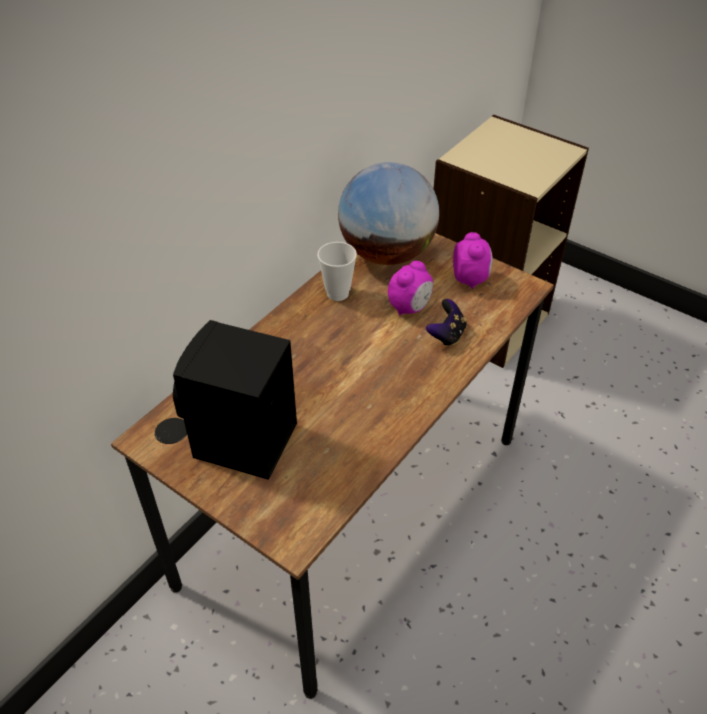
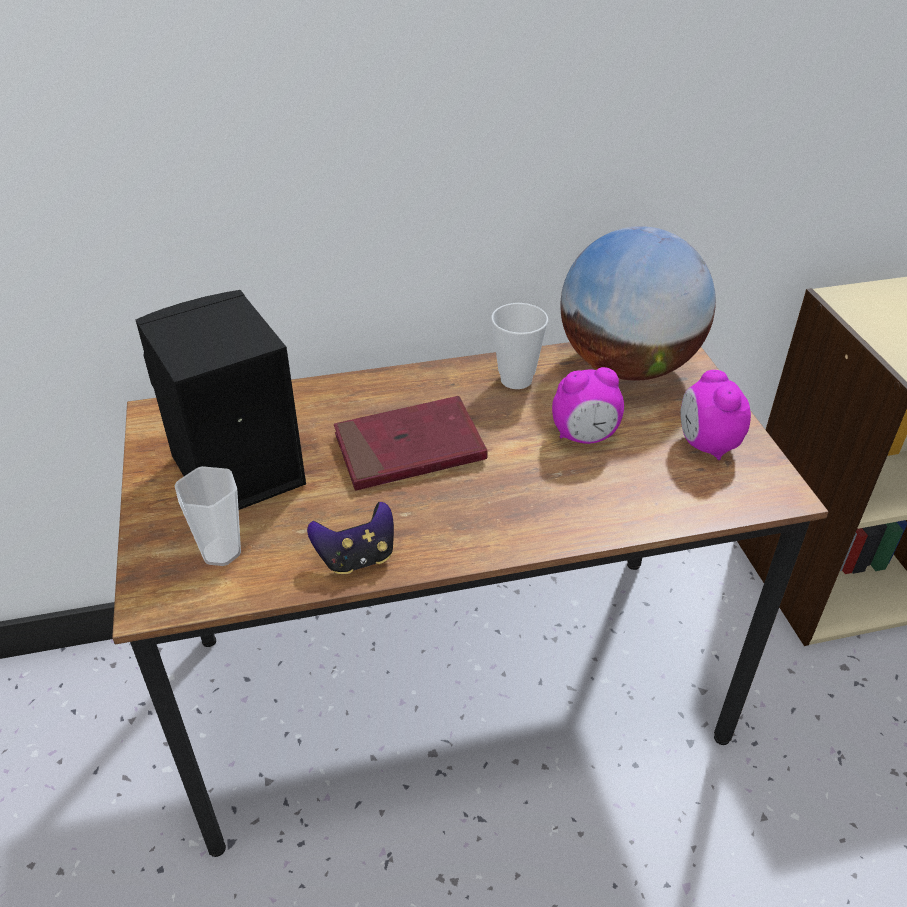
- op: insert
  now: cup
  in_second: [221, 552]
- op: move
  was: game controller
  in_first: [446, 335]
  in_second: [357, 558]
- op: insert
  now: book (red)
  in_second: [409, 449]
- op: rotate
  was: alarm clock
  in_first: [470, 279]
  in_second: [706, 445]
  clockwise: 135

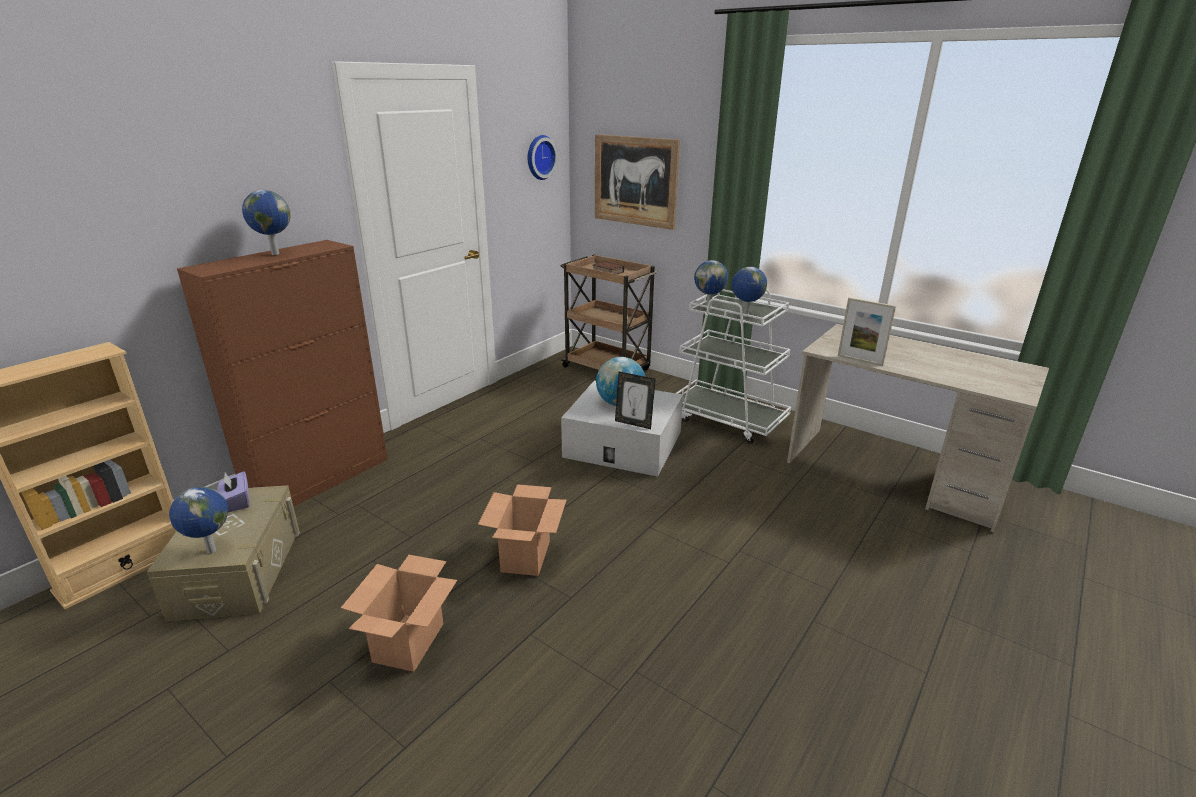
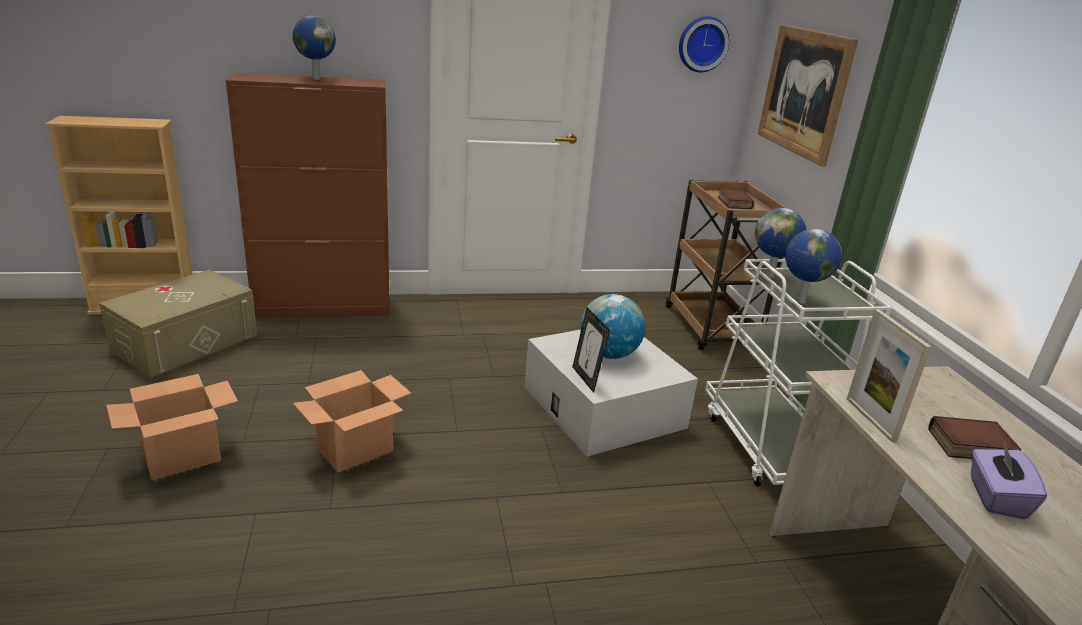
- op: insert
  now: book
  in_second: [970, 447]
- op: move
  was: tissue box (purple)
  in_first: [236, 502]
  in_second: [995, 497]
- op: delete
  was: globe
  in_first: [210, 551]

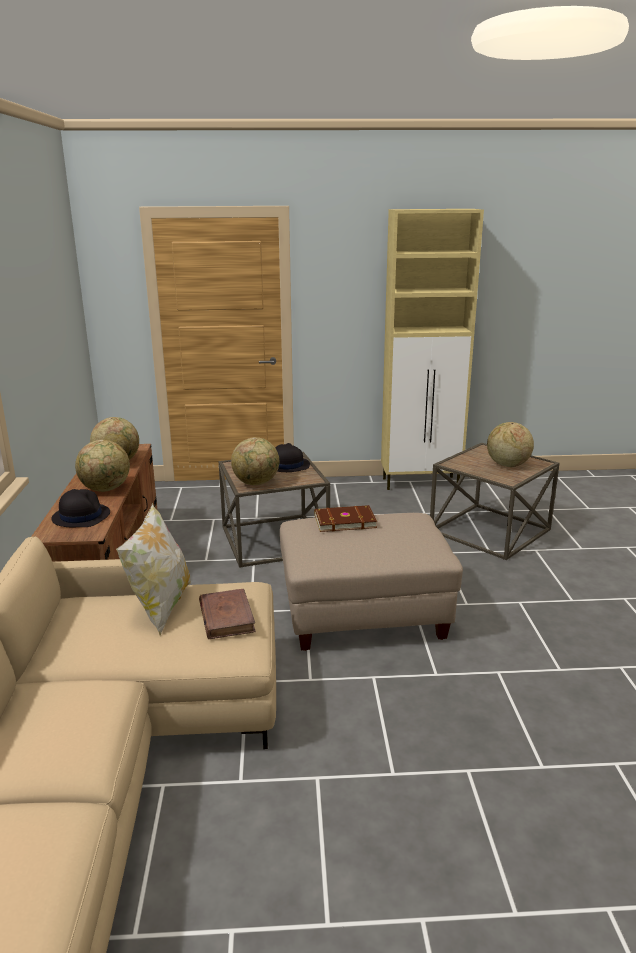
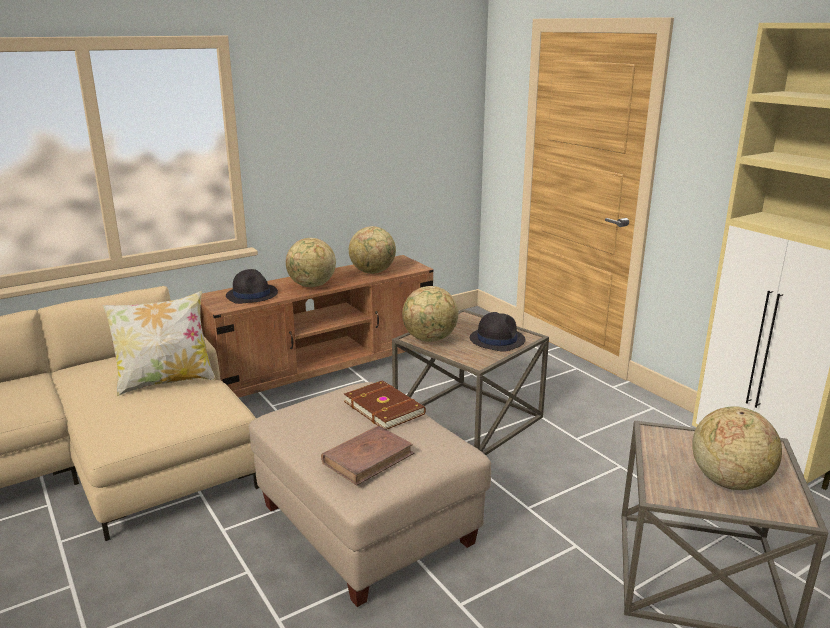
- op: move
  was: book (brown)
  in_first: [226, 617]
  in_second: [368, 458]

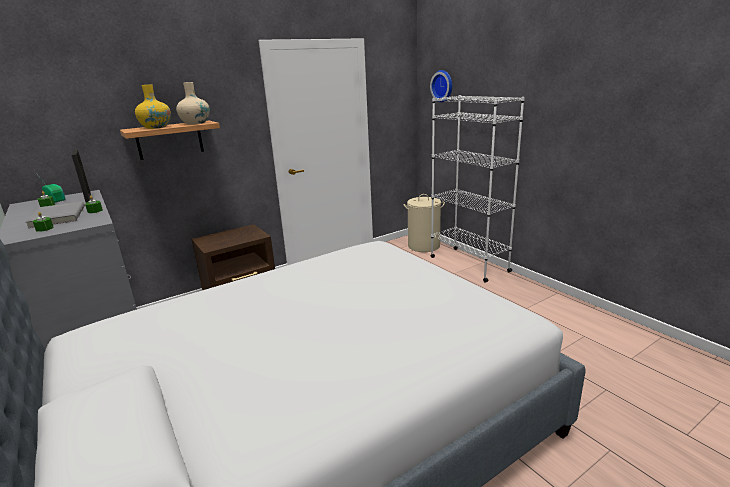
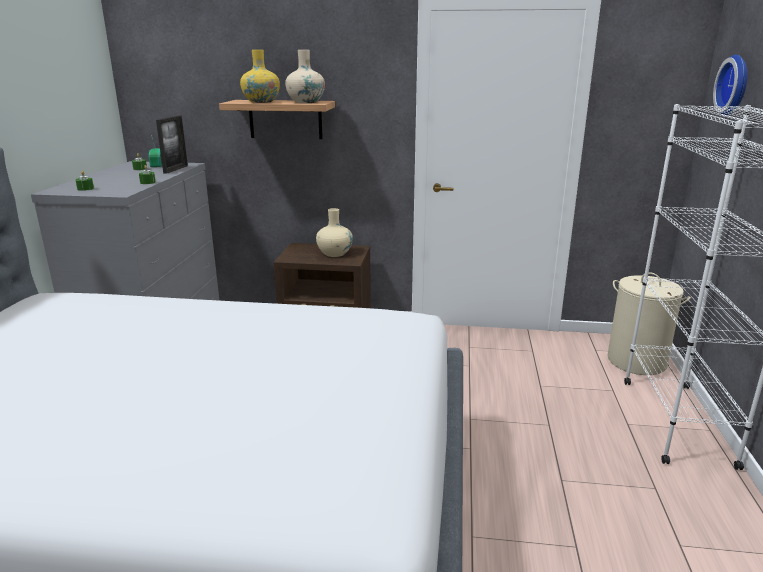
- op: insert
  now: vase (beige)
  in_second: [334, 253]
- op: delete
  was: book (grey)
  in_first: [56, 217]

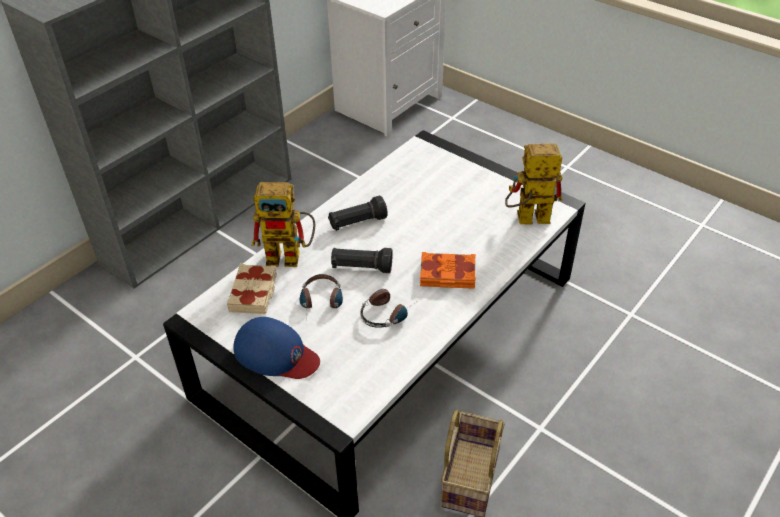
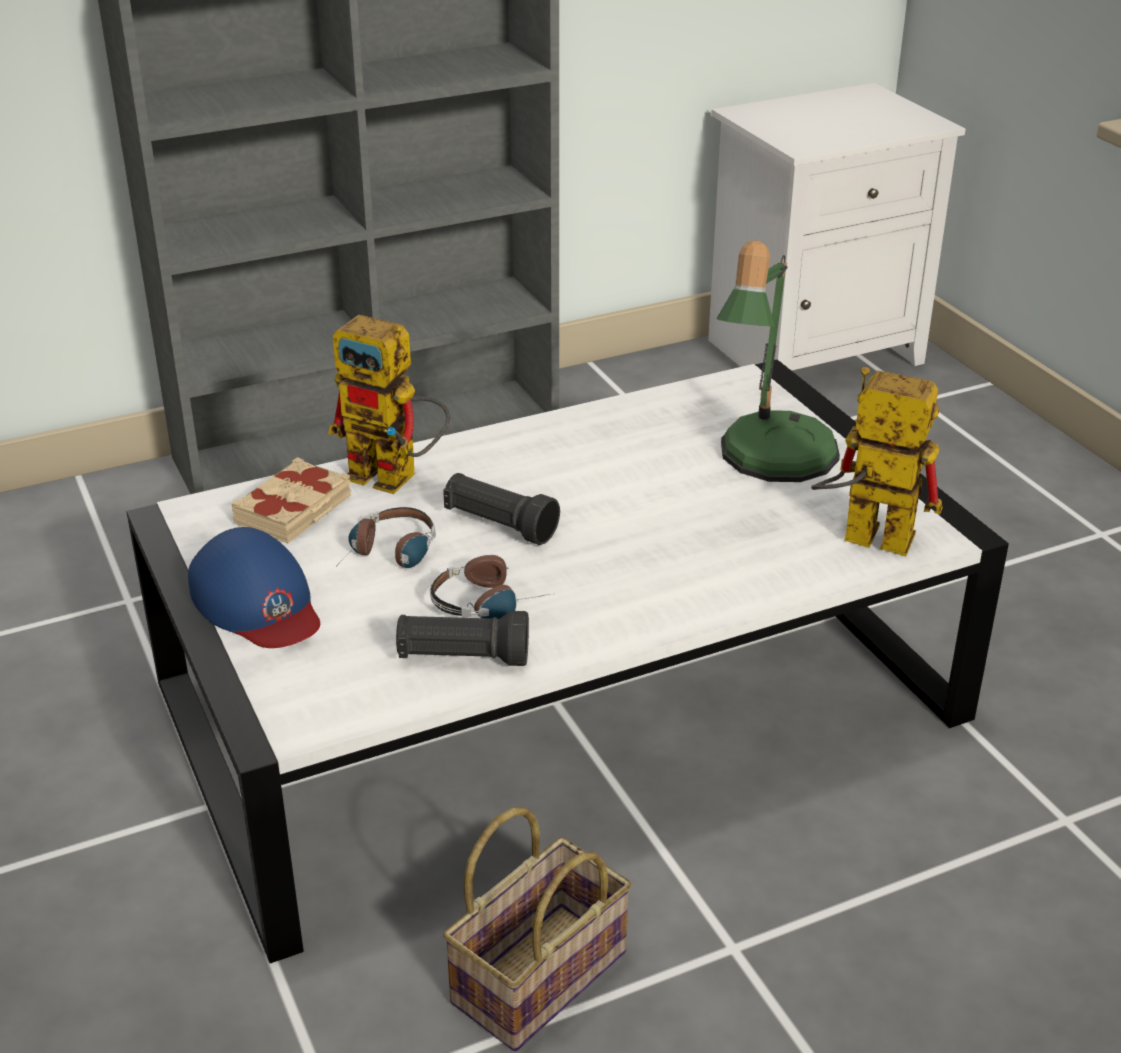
- op: move
  was: flashlight (black)
  in_first: [357, 222]
  in_second: [462, 658]
- op: insert
  now: table lamp
  in_second: [770, 462]
- op: delete
  was: book (orange)
  in_first: [447, 275]

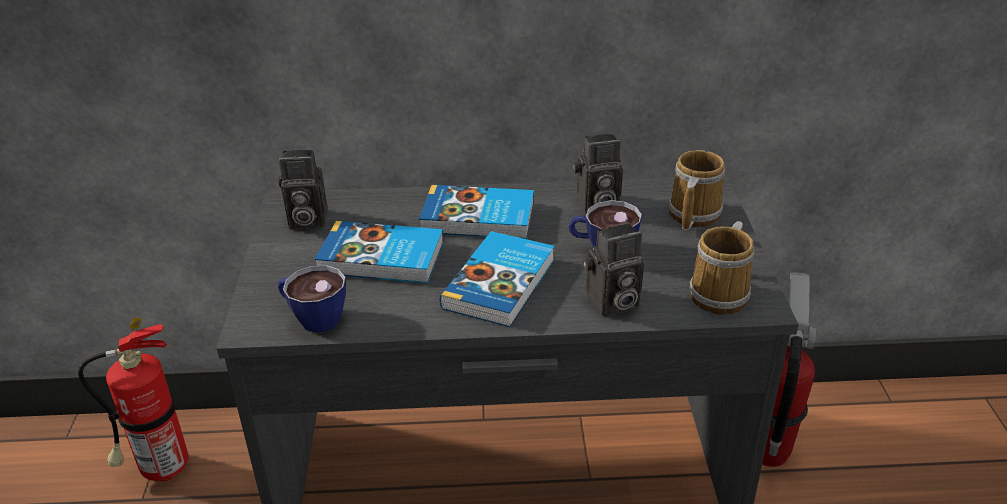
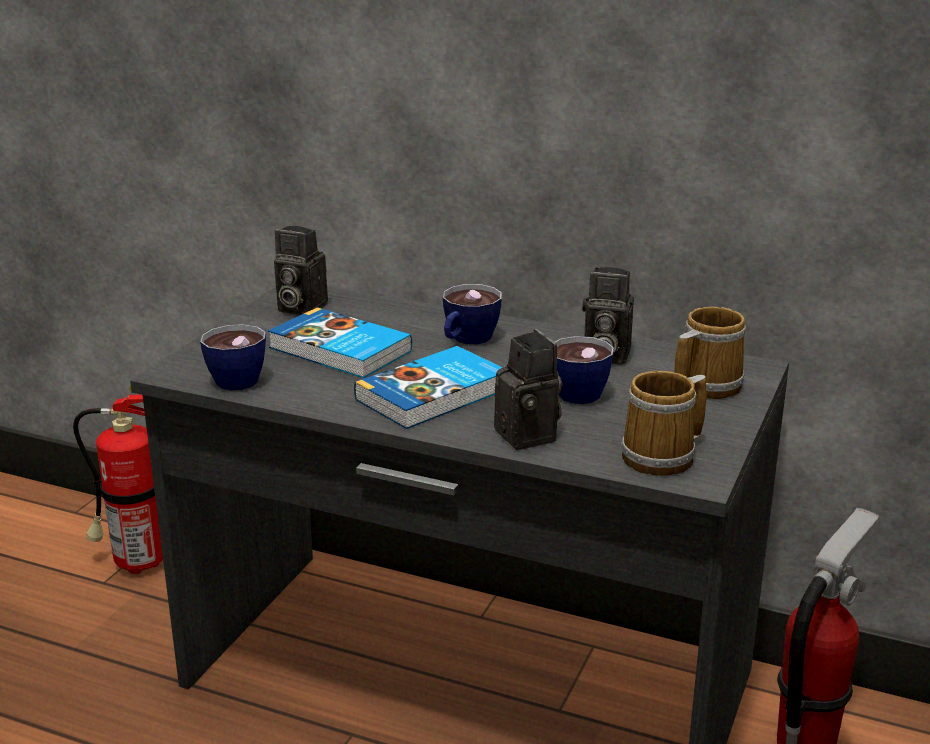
- op: replace
  was: book
  now: cup
  in_first: [478, 218]
  in_second: [466, 340]
- op: rotate
  was: photo camera
  in_first: [611, 304]
  in_second: [530, 436]
  clockwise: -120

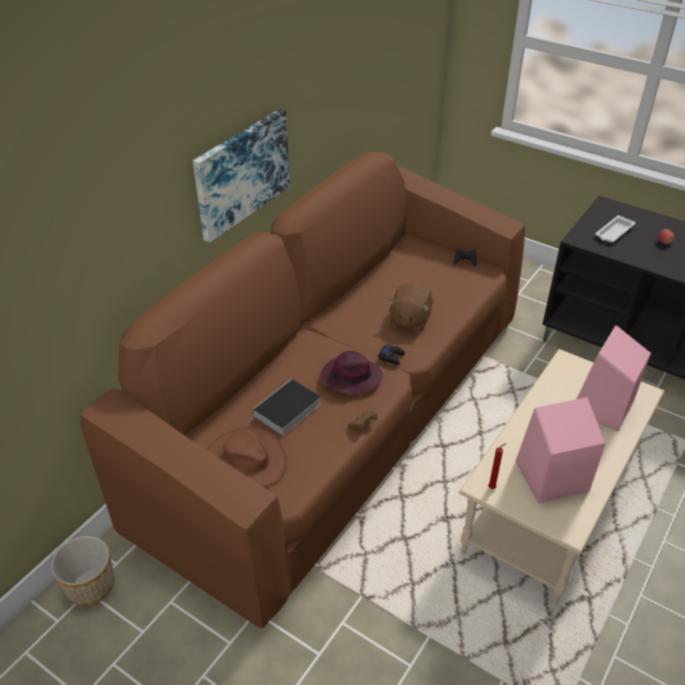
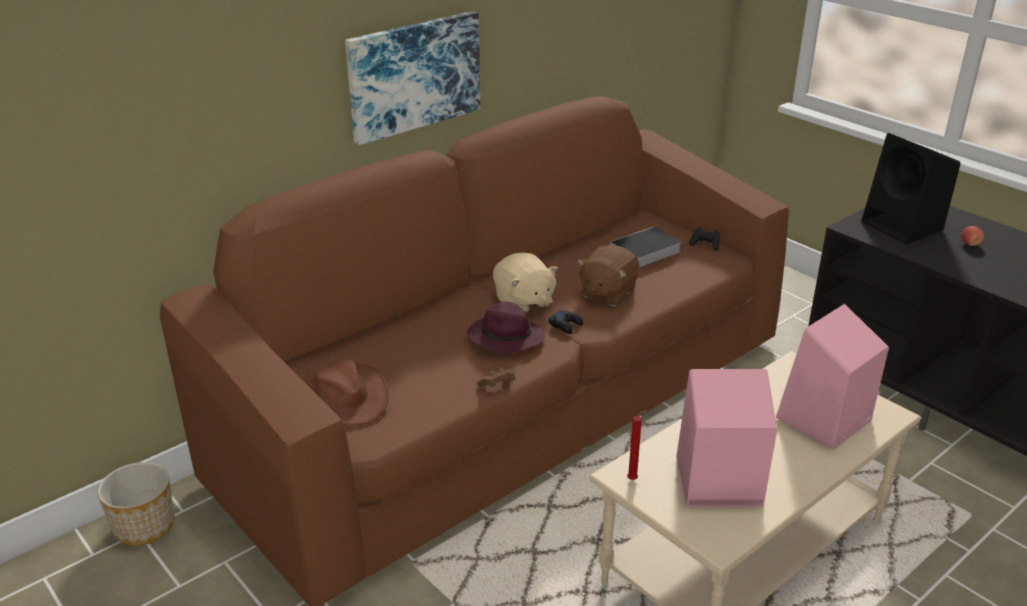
- op: insert
  now: plush toy (beige)
  in_second: [523, 301]
- op: move
  was: book
  in_first: [286, 411]
  in_second: [644, 252]
- op: replace
  was: tray (white)
  now: speaker (black)
  in_first: [613, 232]
  in_second: [904, 226]

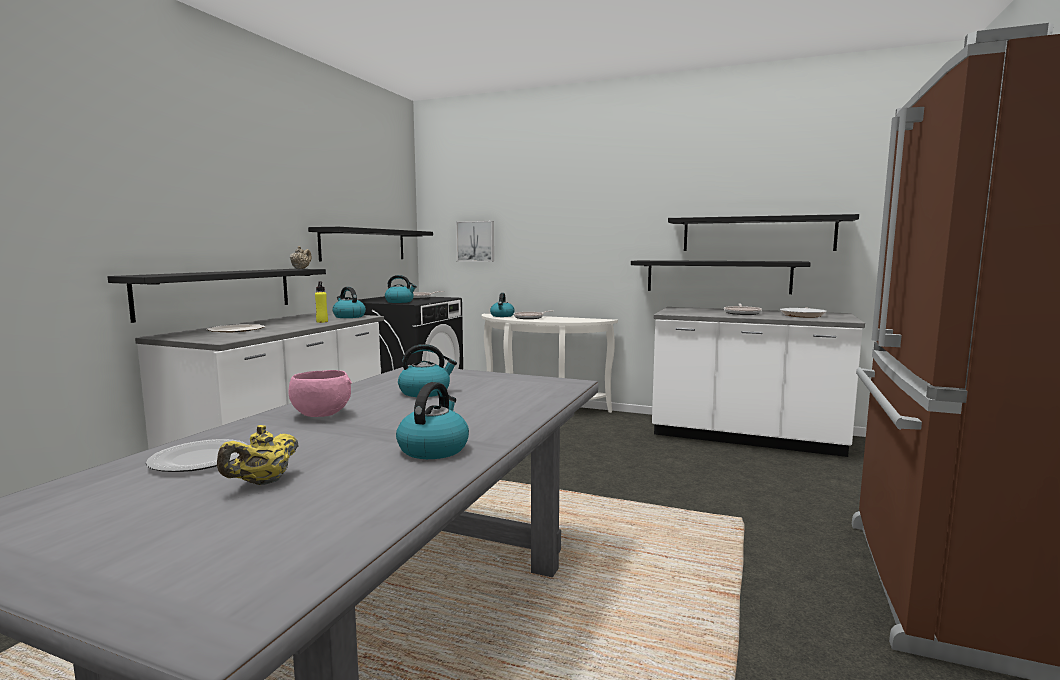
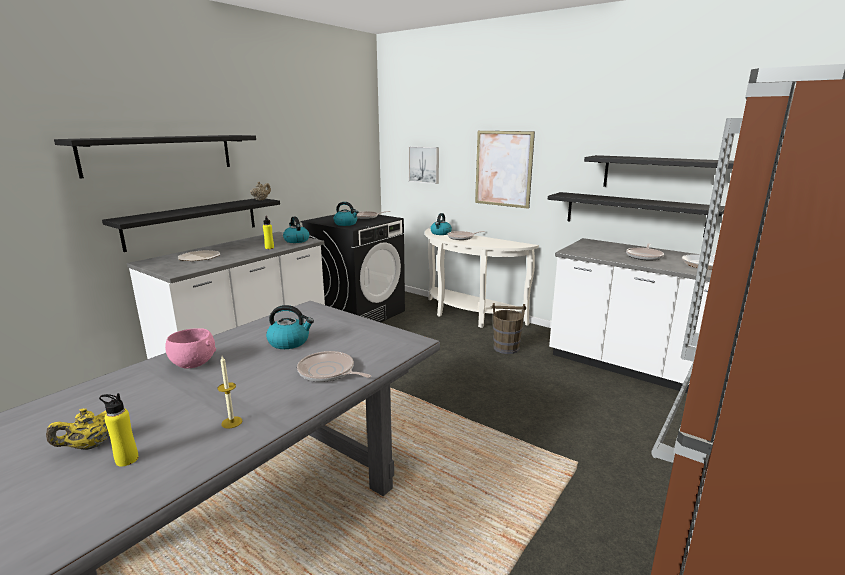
- op: move
  was: shelf (black)
  in_first: [364, 245]
  in_second: [160, 154]
- op: insert
  now: bottle (yellow)
  in_second: [127, 459]
- op: replace
  was: kettle
  now: candle
  in_first: [433, 449]
  in_second: [232, 422]
- op: insert
  now: frying pan
  in_second: [328, 372]
- op: insert
  now: picture
  in_second: [503, 169]
- op: insert
  now: bucket (brown)
  in_second: [506, 348]
- op: delete
  was: plate
  in_first: [200, 459]

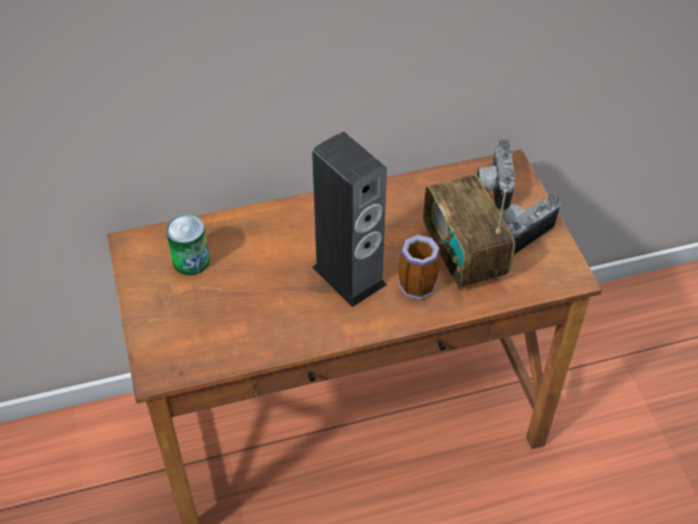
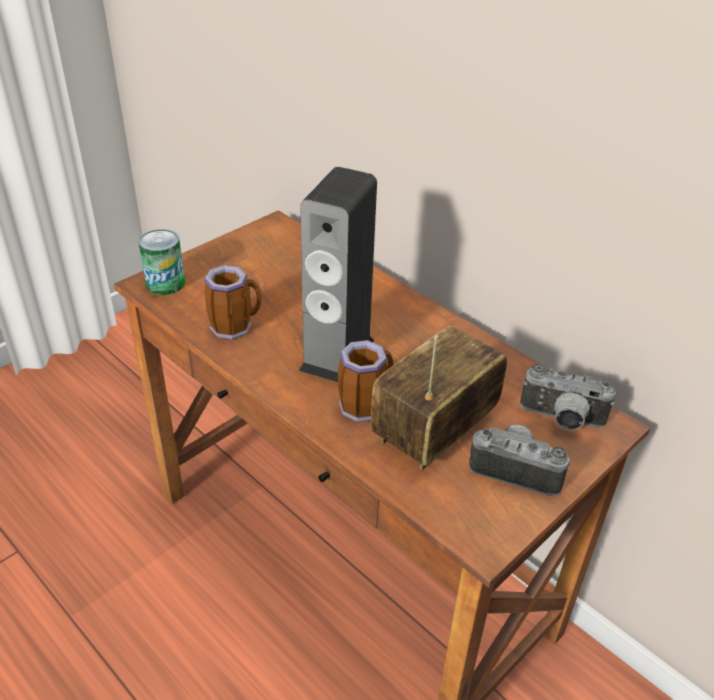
- op: move
  was: can
  in_first: [191, 261]
  in_second: [165, 283]
- op: insert
  now: mug
  in_second: [234, 326]
- op: rotate
  was: photo camera
  in_first: [492, 187]
  in_second: [561, 420]
  clockwise: -135

